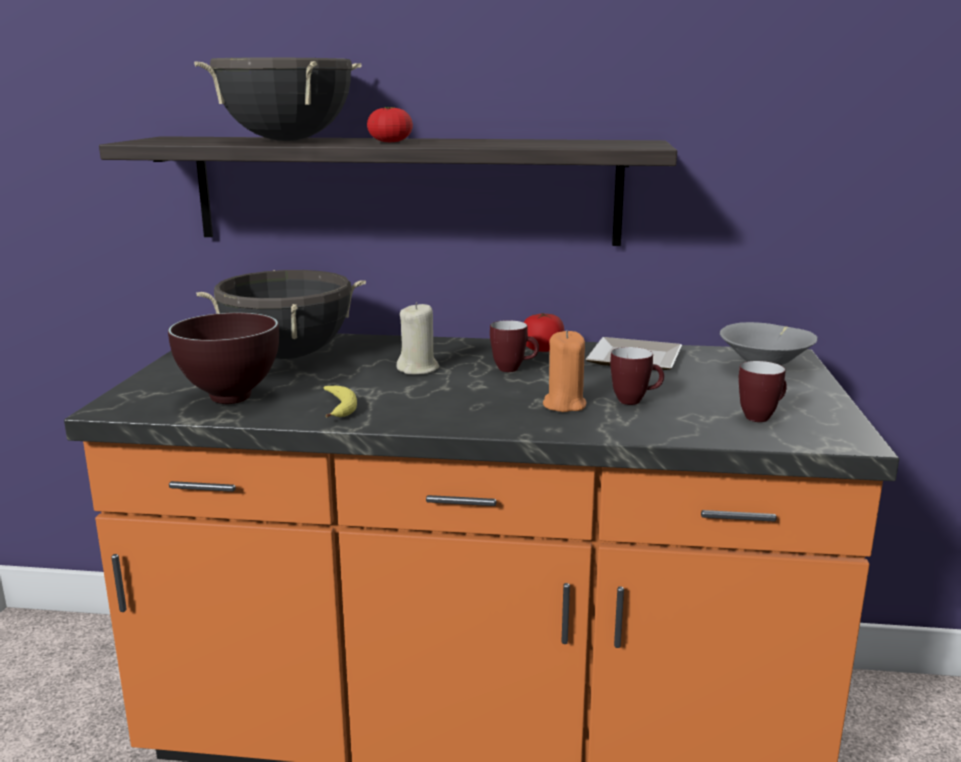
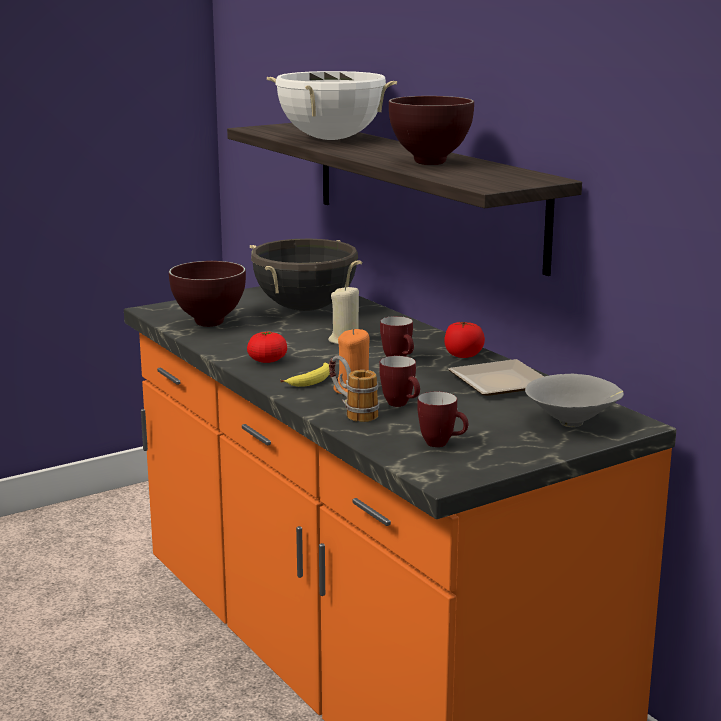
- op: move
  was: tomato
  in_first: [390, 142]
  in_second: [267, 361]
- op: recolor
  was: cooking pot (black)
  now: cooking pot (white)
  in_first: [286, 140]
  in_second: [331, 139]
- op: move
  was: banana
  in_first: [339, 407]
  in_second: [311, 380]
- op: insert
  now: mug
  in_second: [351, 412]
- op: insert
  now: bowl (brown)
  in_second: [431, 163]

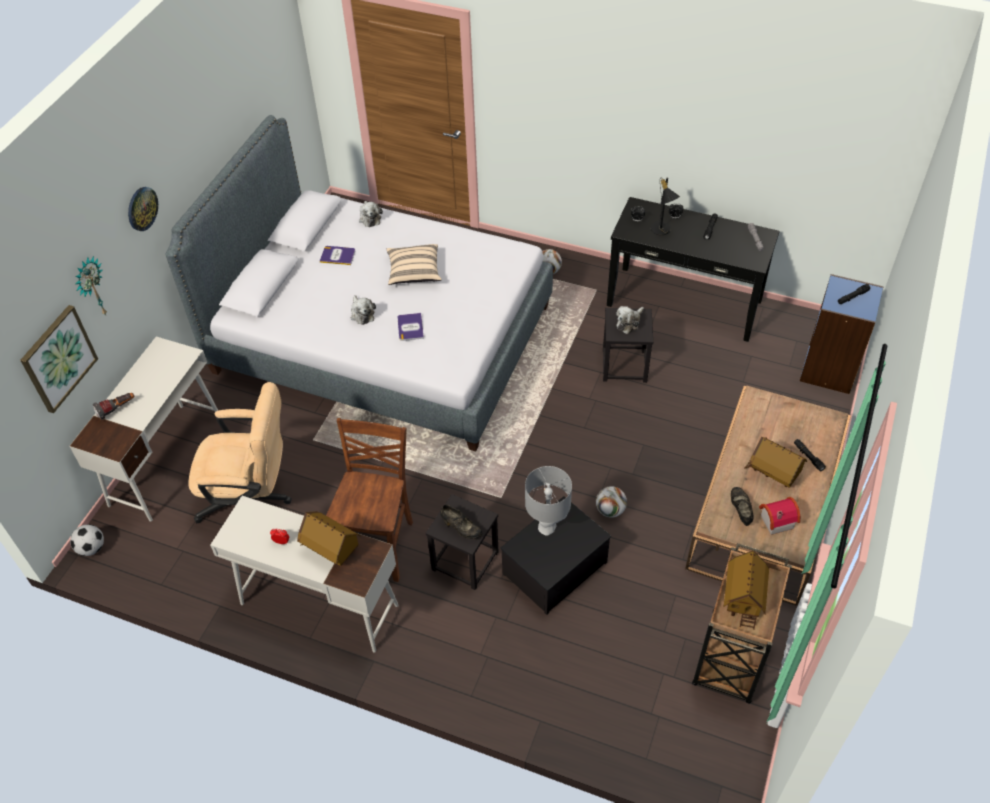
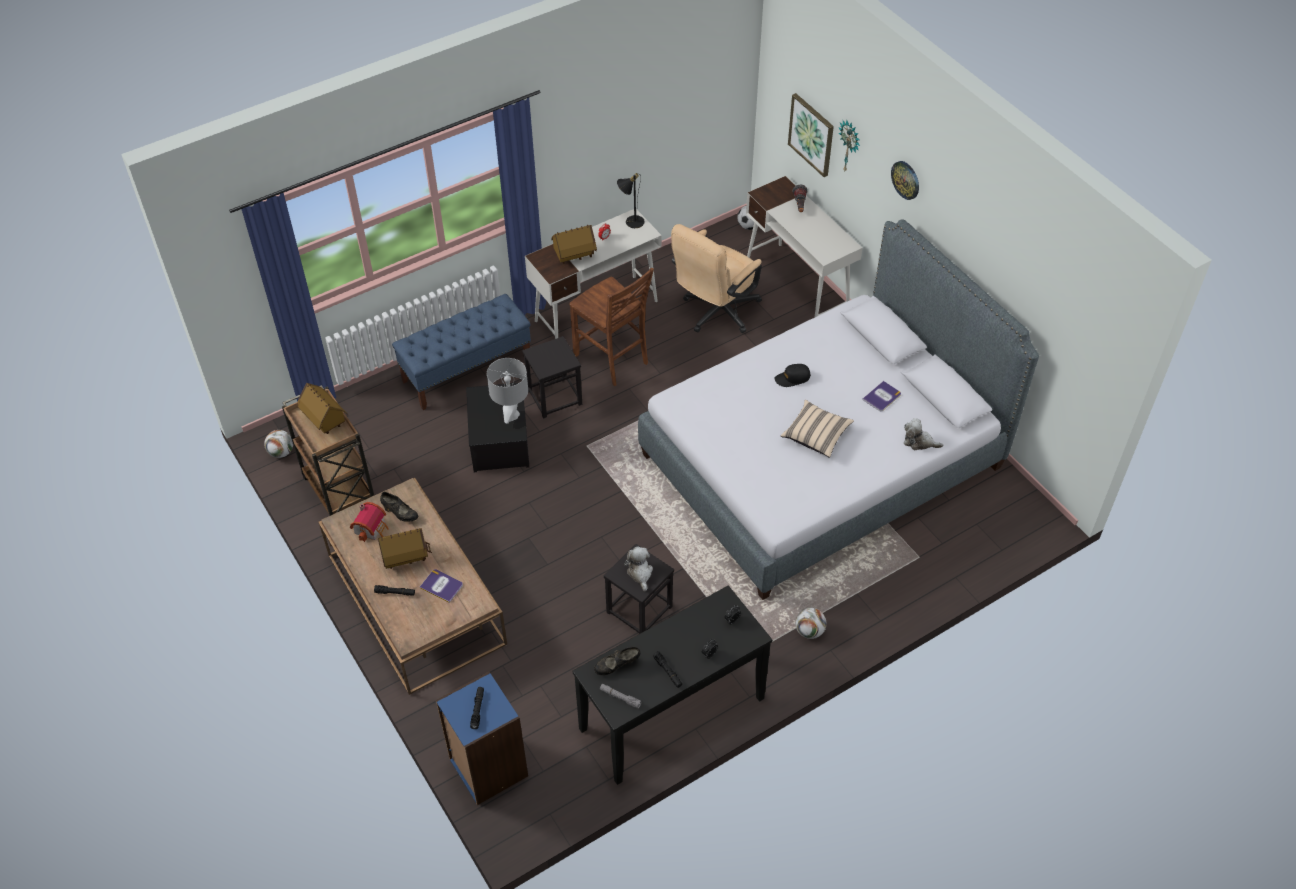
- op: move
  was: football
  in_first: [610, 510]
  in_second: [281, 452]
- op: insert
  now: bench (blue)
  in_second: [467, 370]
- op: move
  was: book
  in_first: [410, 327]
  in_second: [441, 586]
- op: move
  was: shoe (black)
  in_first: [461, 529]
  in_second: [617, 666]
- op: move
  was: table lamp (black)
  in_first: [662, 231]
  in_second: [631, 221]
- op: replace
  was: plush toy
  now: cap (black)
  in_first: [362, 314]
  in_second: [792, 378]

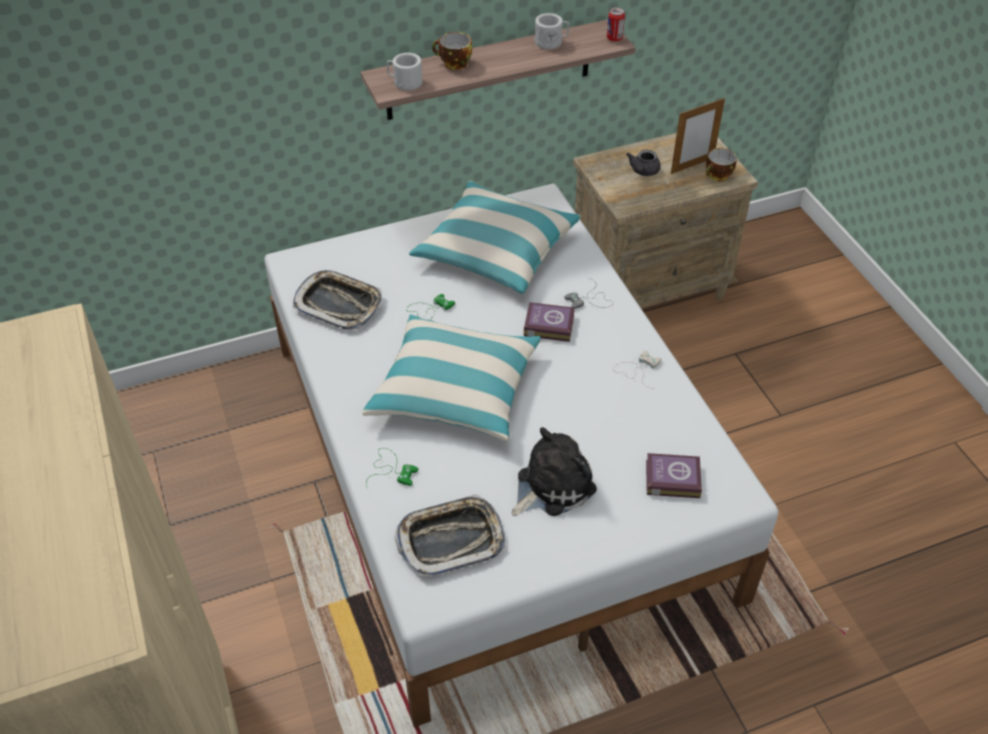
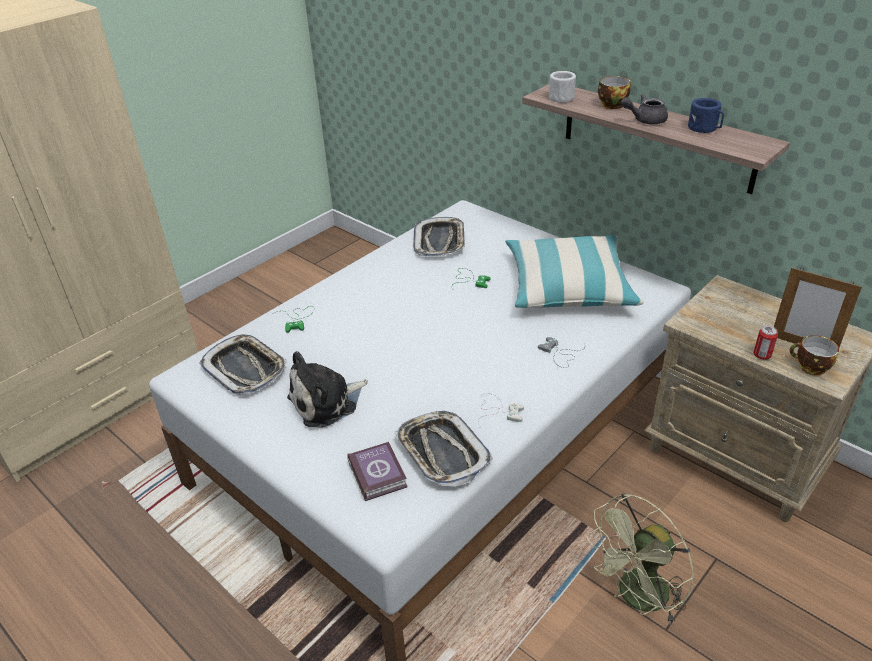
- op: rotate
  was: plush toy
  in_first: [551, 485]
  in_second: [327, 402]
  clockwise: 120
- op: insert
  now: tray
  in_second: [442, 452]
- op: insert
  now: fan (green)
  in_second: [637, 598]
- op: move
  was: teapot (grey)
  in_first: [643, 172]
  in_second: [644, 120]
- op: recolor
  was: mug (white)
  now: mug (blue)
  in_first: [551, 42]
  in_second: [705, 128]
- op: move
  was: can
  in_first: [614, 38]
  in_second: [761, 355]
- op: delete
  was: pillow
  in_first: [455, 390]
- op: delete
  was: book
  in_first: [548, 325]

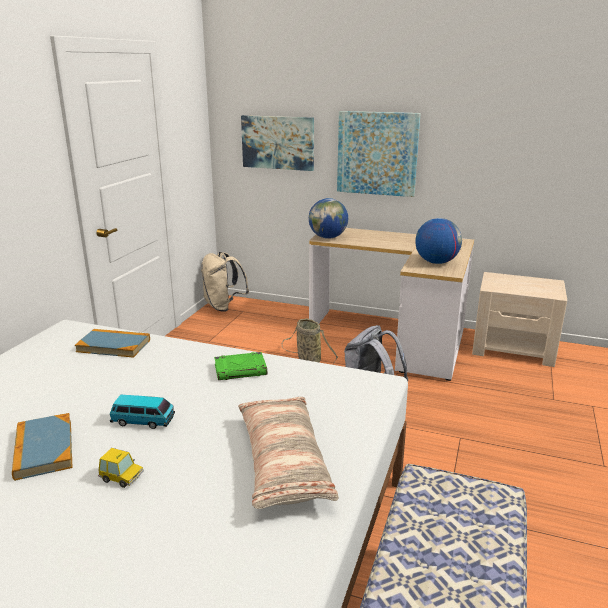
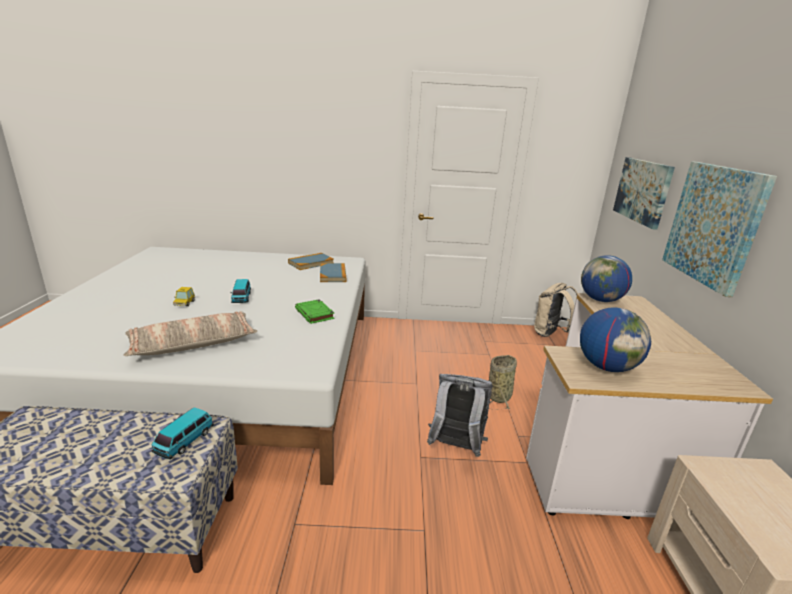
- op: insert
  now: toy car
  in_second: [184, 441]
- op: move
  was: book
  in_first: [44, 449]
  in_second: [310, 263]

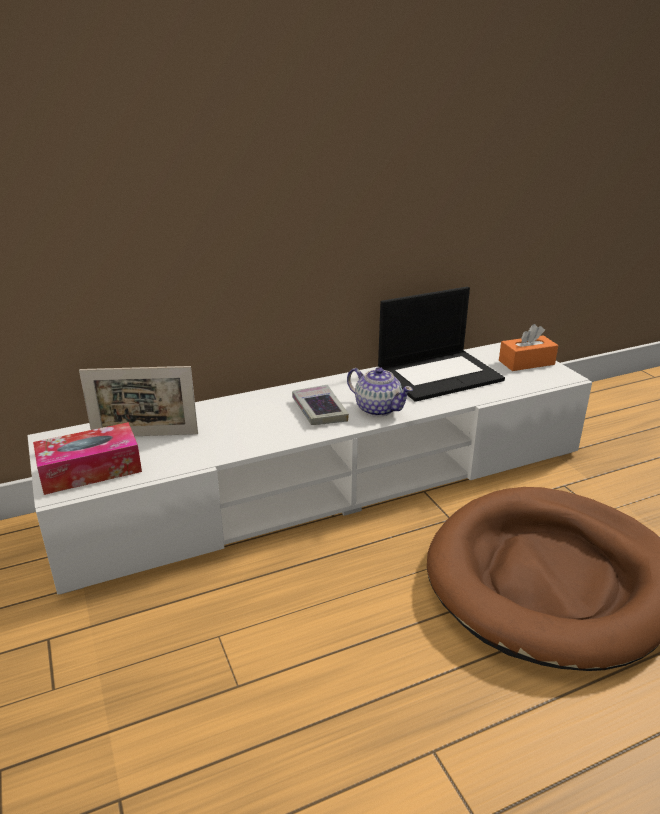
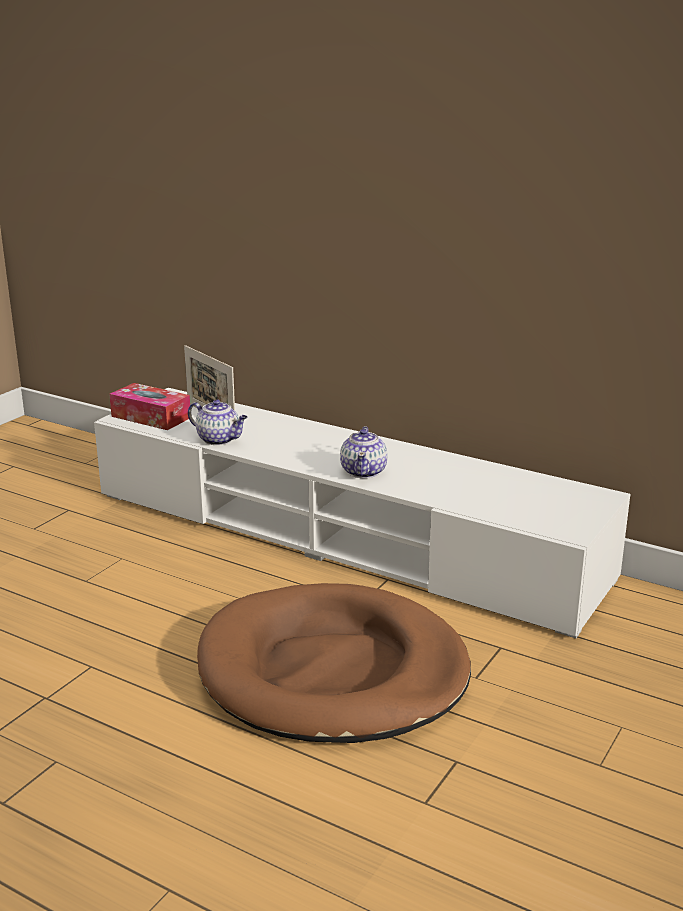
- op: insert
  now: teapot
  in_second: [219, 439]
- op: delete
  was: book
  in_first: [319, 410]
- op: delete
  was: laptop
  in_first: [440, 374]
- op: delete
  was: tissue box (orange)
  in_first: [526, 362]

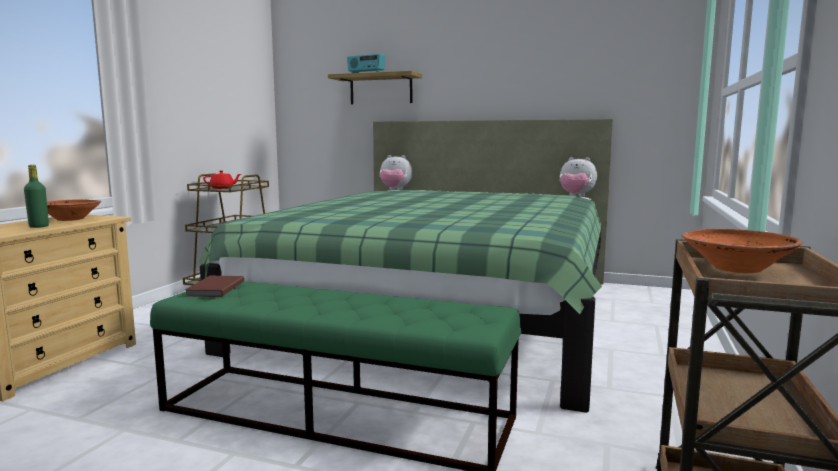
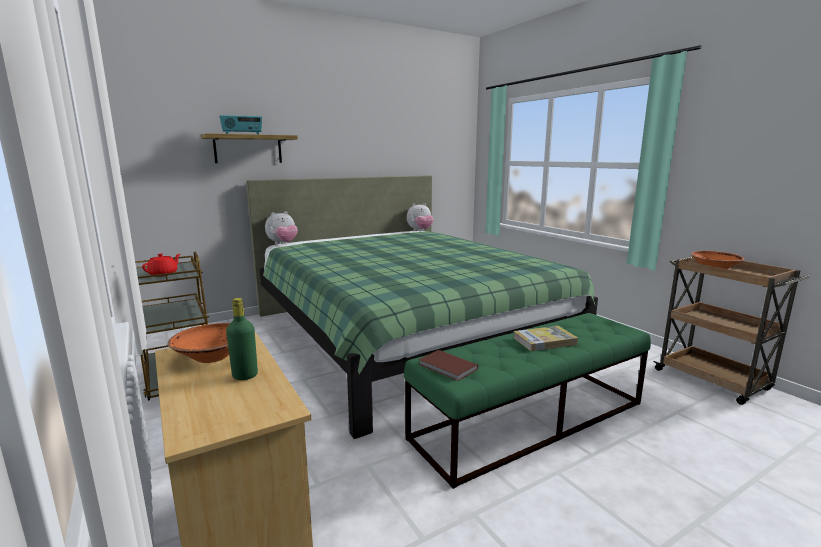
- op: insert
  now: book
  in_second: [544, 341]

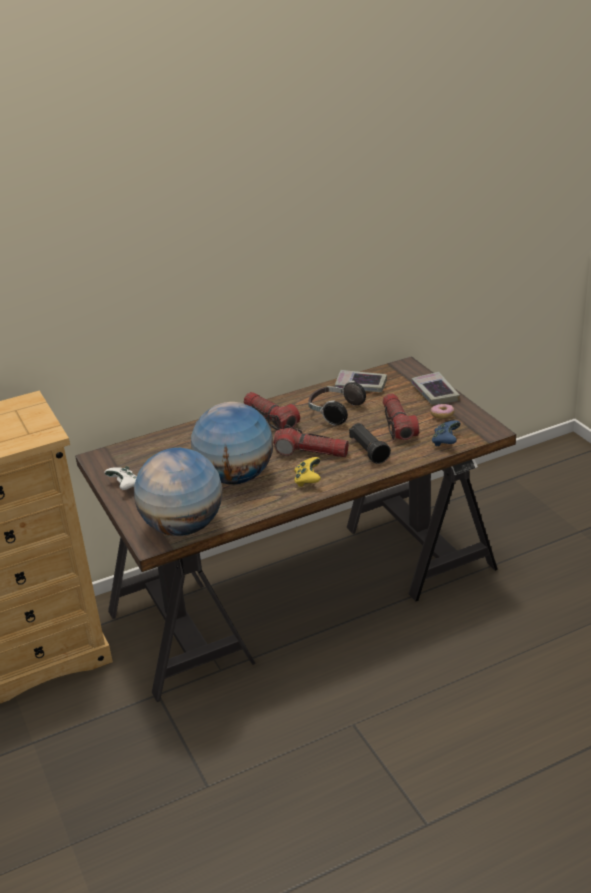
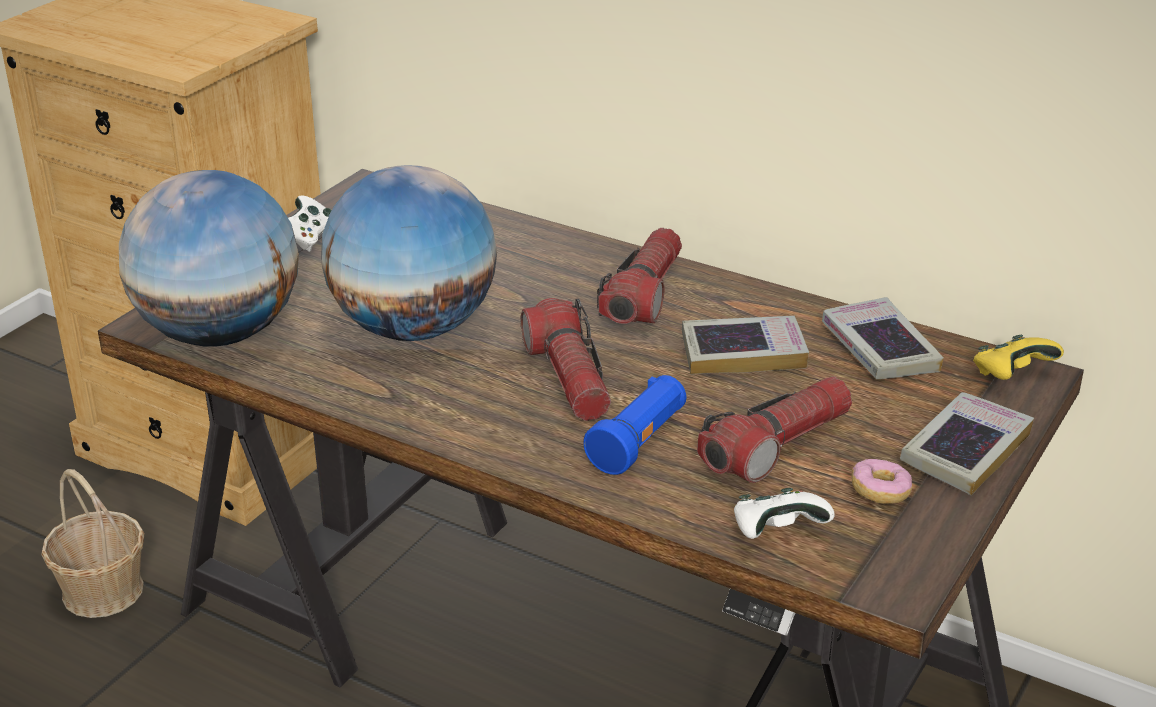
- op: insert
  now: basket
  in_second: [103, 591]
- op: recolor
  was: flashlight (black)
  now: flashlight (blue)
  in_first: [368, 451]
  in_second: [638, 442]
- op: replace
  was: headphones
  now: book
  in_first: [334, 412]
  in_second: [743, 353]
- op: recolor
  was: game controller (blue)
  now: game controller (white)
  in_first: [445, 441]
  in_second: [777, 532]
- op: move
  was: game controller (yellow)
  in_first: [308, 480]
  in_second: [1011, 375]

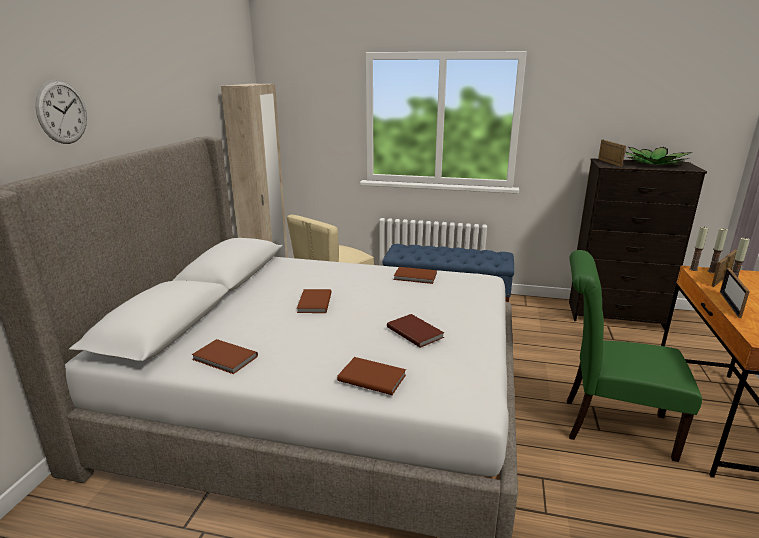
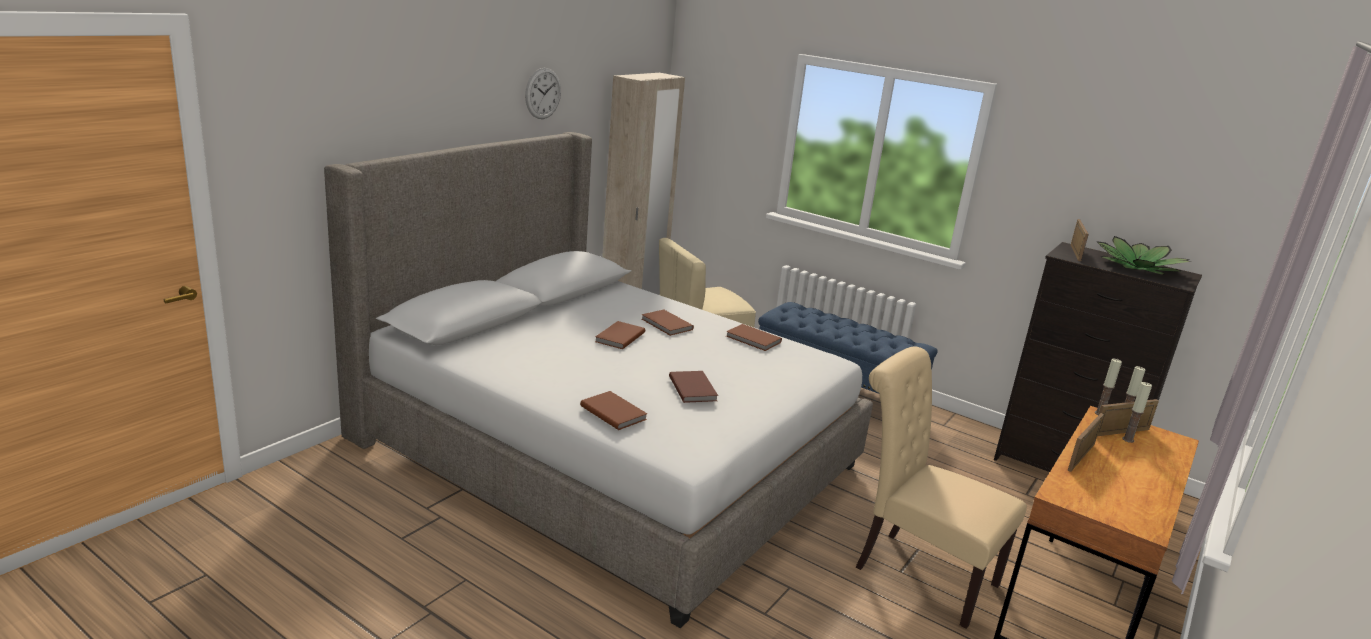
- op: move
  was: wall clock
  in_first: [62, 112]
  in_second: [543, 93]
- op: move
  was: book (brown)
  in_first: [224, 359]
  in_second: [666, 325]
- op: recolor
  was: chair (green)
  now: chair (beige)
  in_first: [609, 426]
  in_second: [917, 572]

